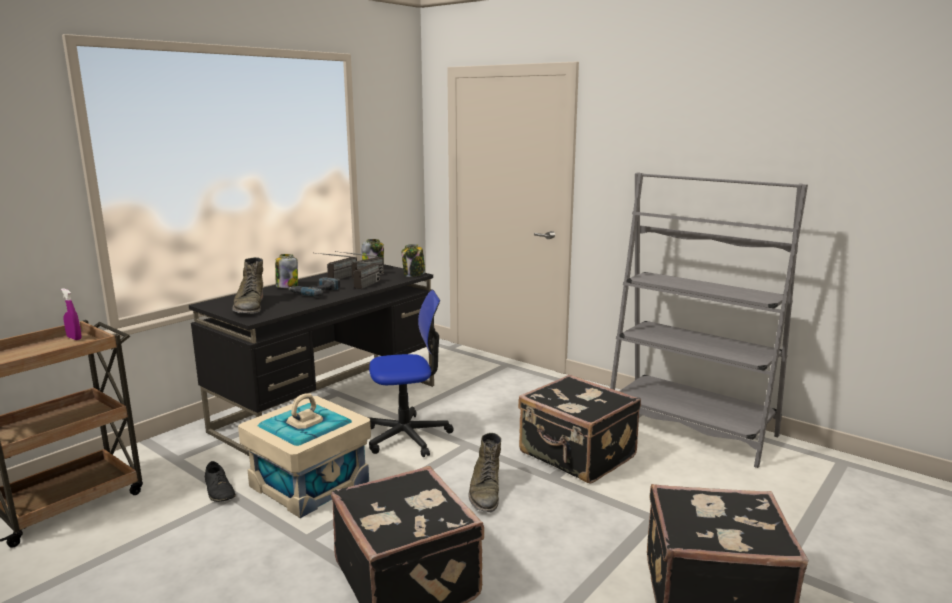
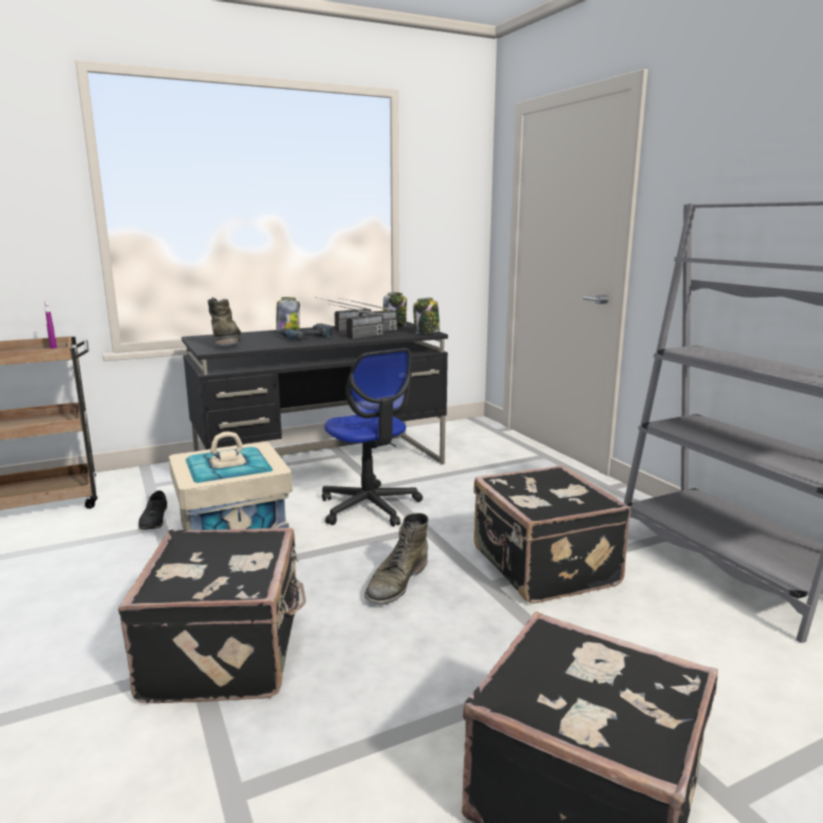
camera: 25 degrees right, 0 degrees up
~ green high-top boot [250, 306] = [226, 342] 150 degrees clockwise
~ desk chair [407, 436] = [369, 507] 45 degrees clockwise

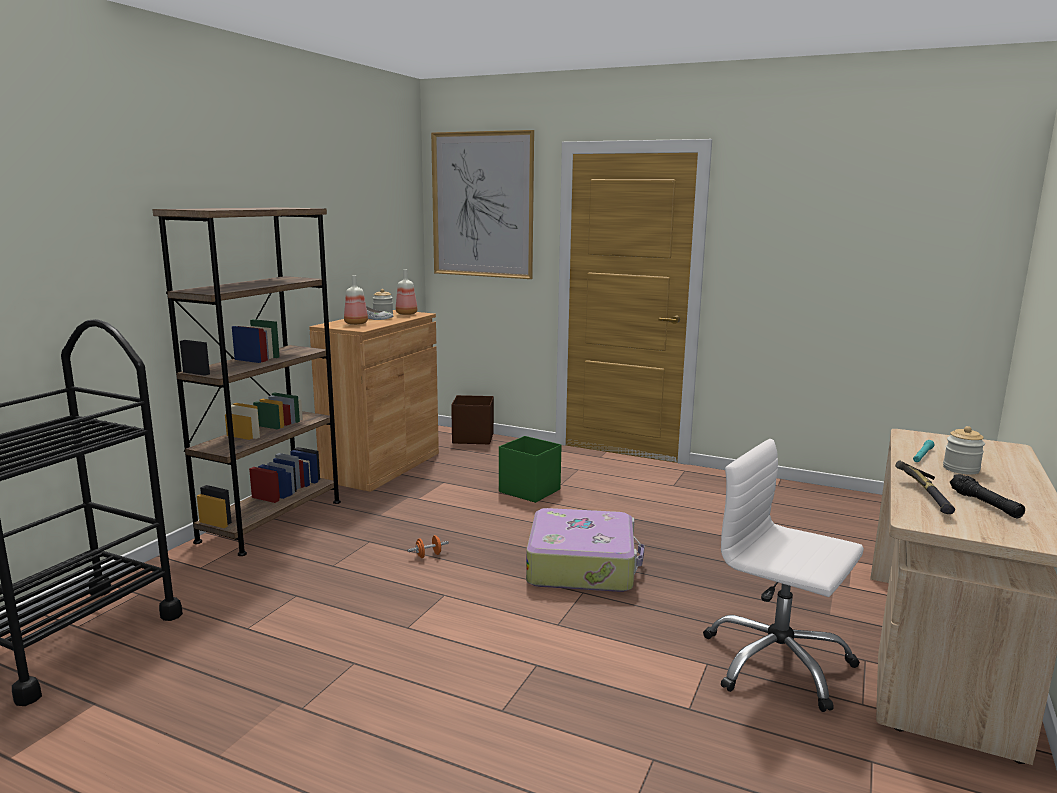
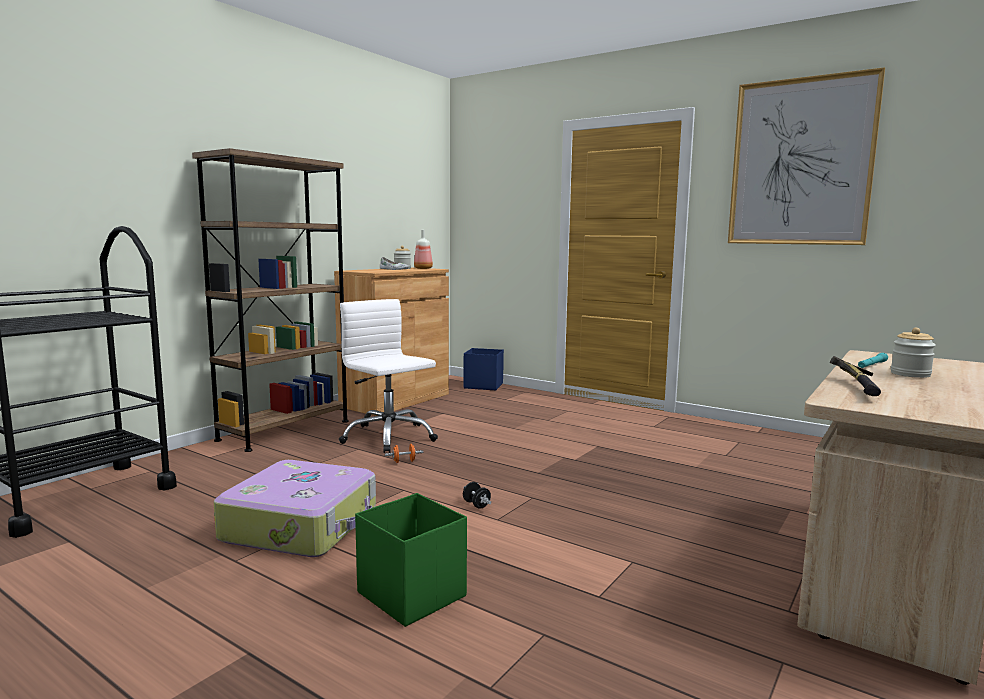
camera: 10 degrees right, 5 degrees down
- bottle [355, 323]
- black hand torch [985, 504]
+ black dumbbell [476, 505]
~ wall picture [482, 205] to [800, 162]
~ green storage box [529, 490] to [411, 594]
~ suitcase [582, 565] to [303, 525]
~ whitish desk chair [776, 663] to [388, 437]
~ brown storage box [472, 438] to blue-coloured storage box [483, 385]

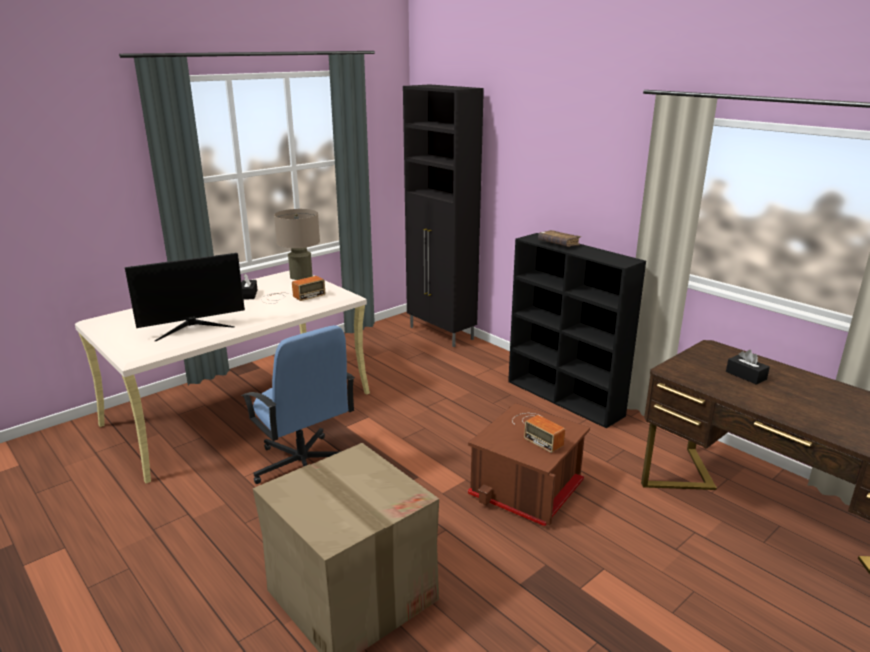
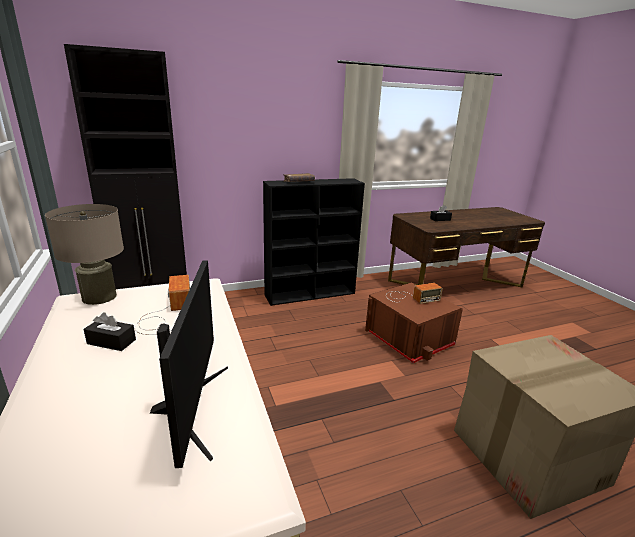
camera: 70 degrees left, 0 degrees up
- blue-coloured desk chair [302, 465]

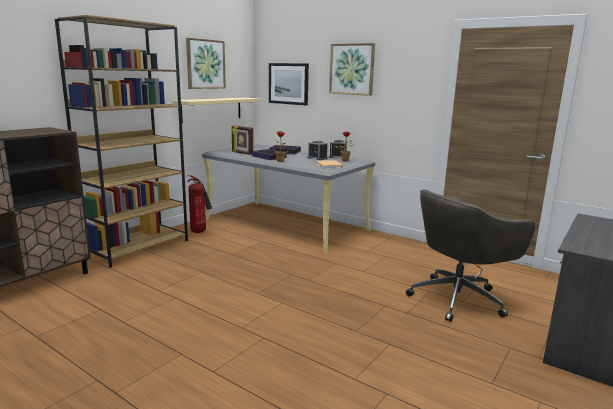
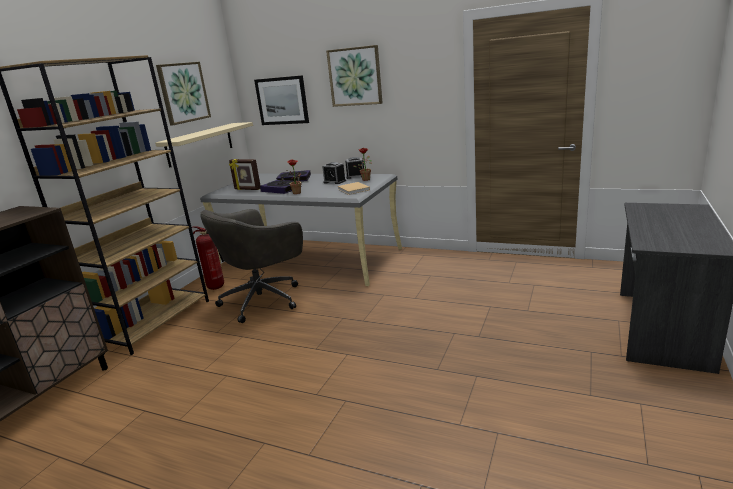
camera: 10 degrees left, 5 degrees up
~ gray desk chair [458, 298] to [263, 299]

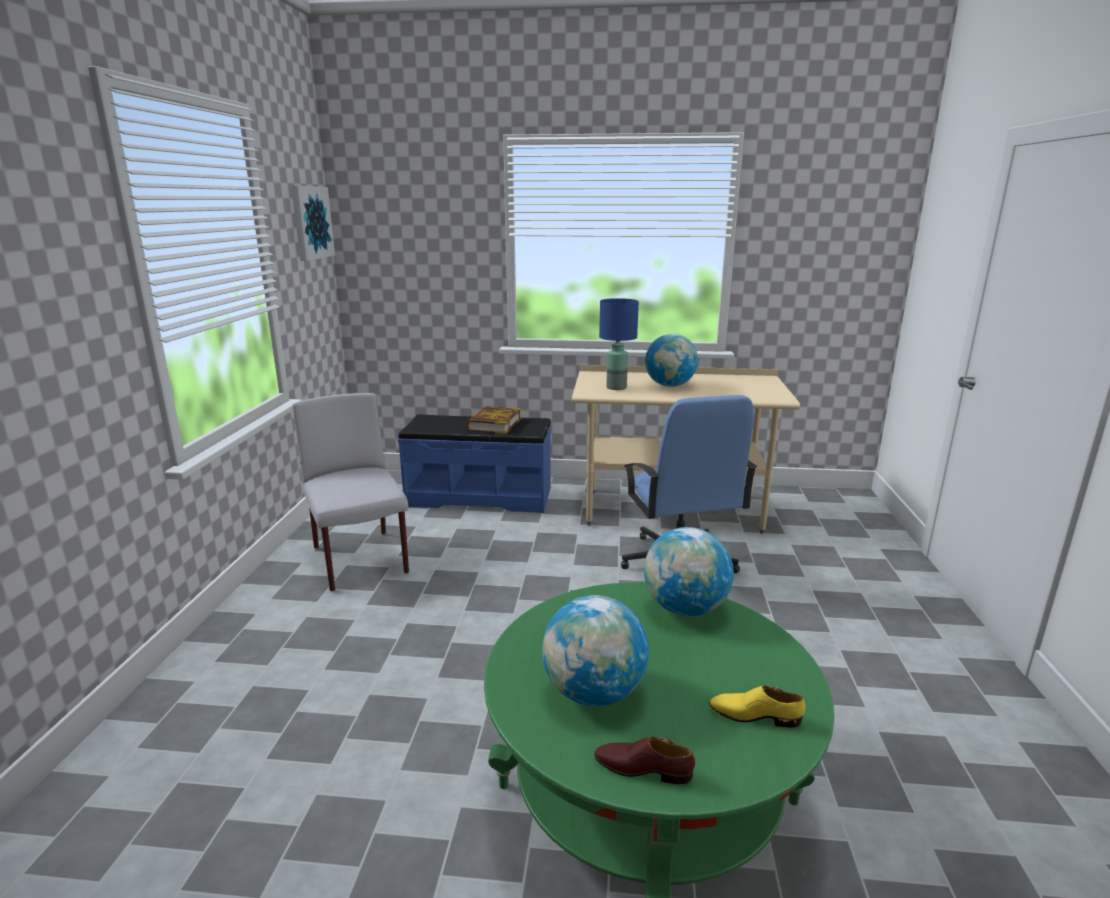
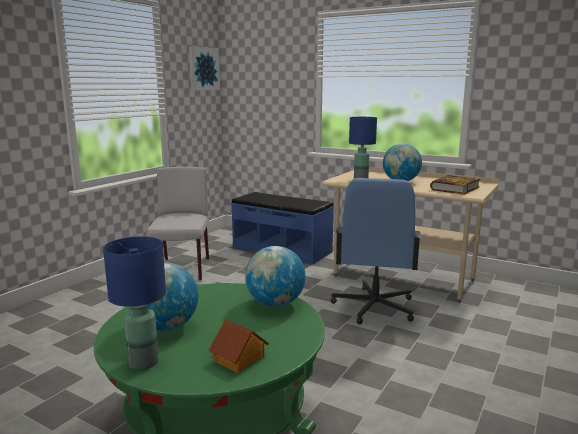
camera: 25 degrees right, 5 degrees down
~ book [494, 424] to [454, 188]
~ brown shoe [643, 768] to blue-coloured lamp for a table [143, 363]
~ yellow shoe [754, 715] to model house [239, 359]

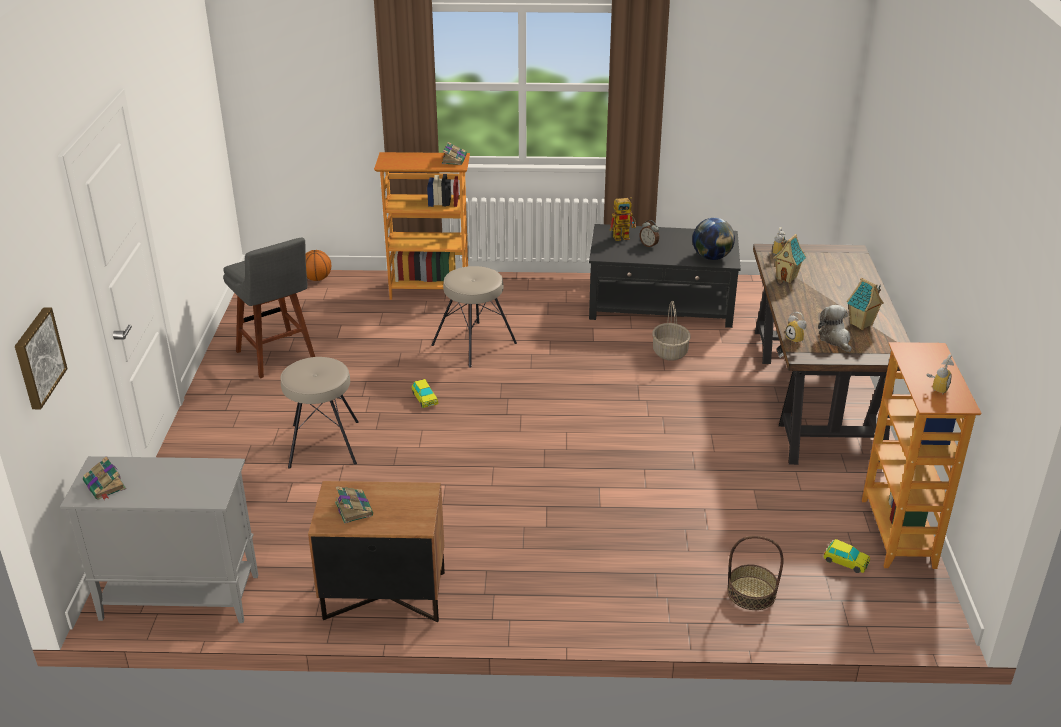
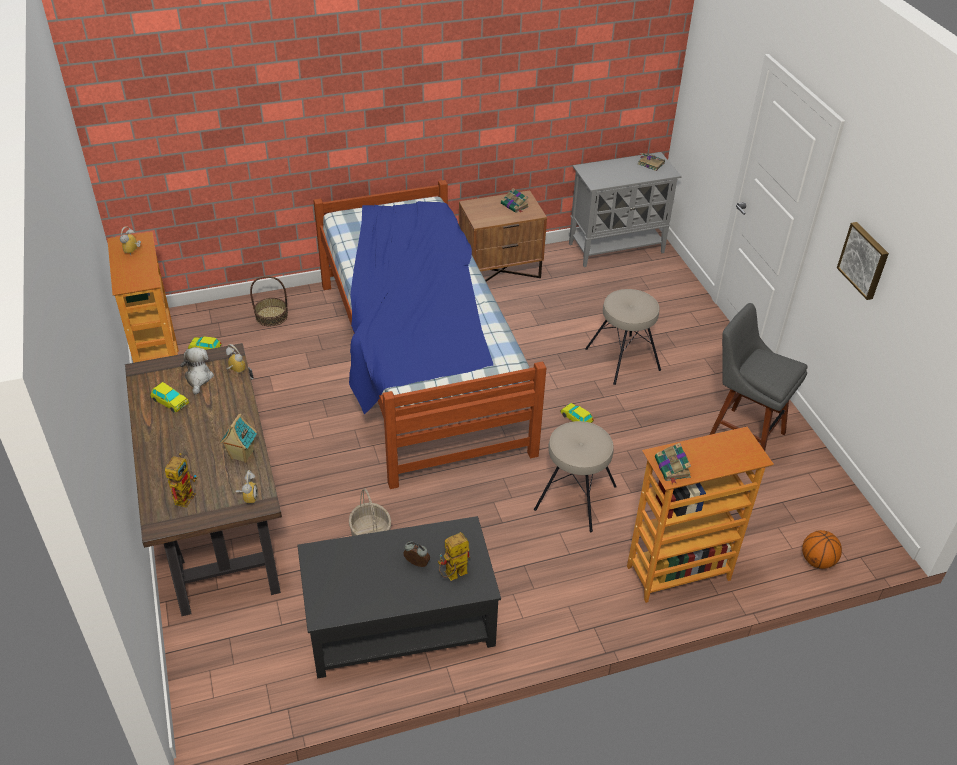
camera: 160 degrees right, 10 degrees up
- desk globe [711, 257]
+ model robot [185, 495]
+ bed [419, 364]
~ wall picture [37, 357] to [864, 260]
~ model house [861, 324] to model car [170, 402]
~ plush toy [835, 339] = [198, 378] 150 degrees counterclockwise

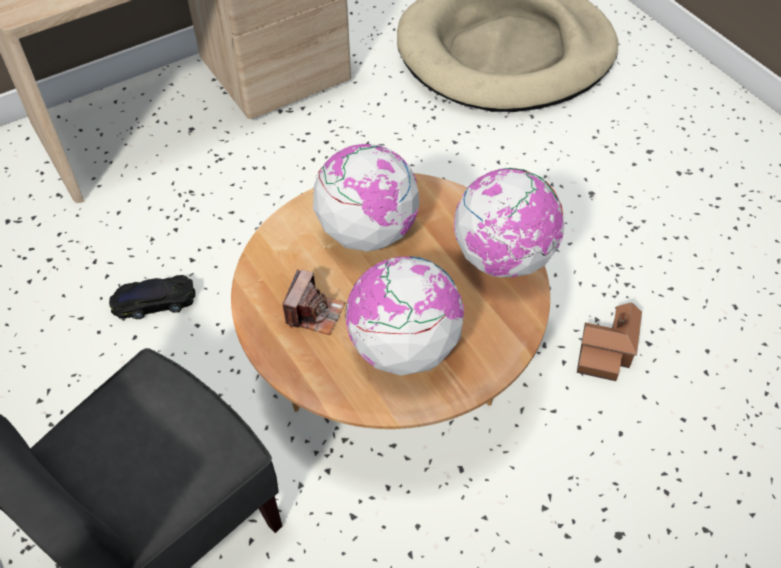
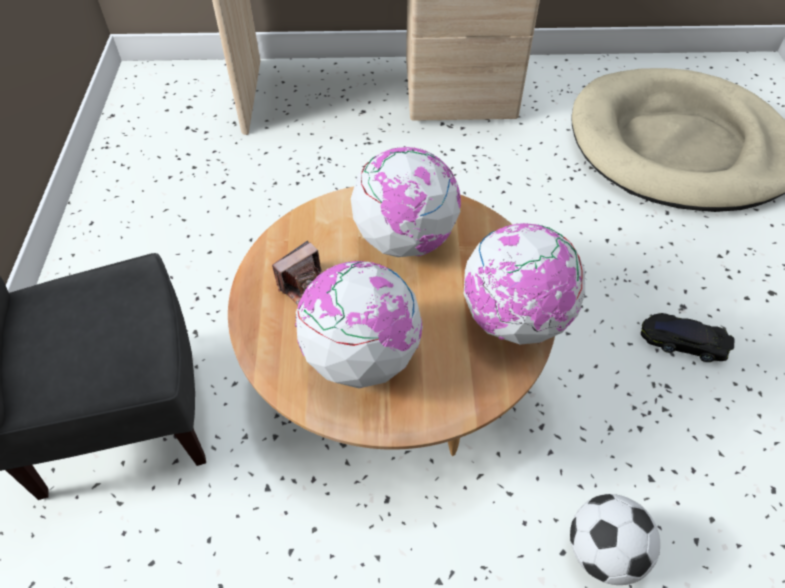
camera: 30 degrees right, 0 degrees up
- model house [607, 350]
+ football [603, 552]
~ black model car [154, 302] to [683, 341]

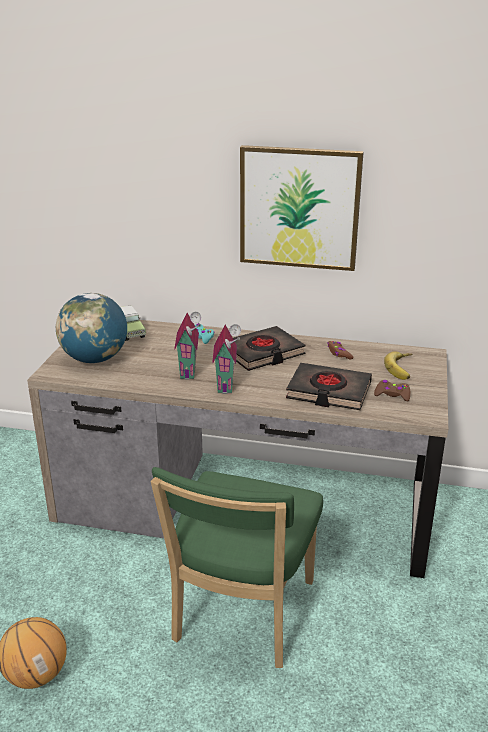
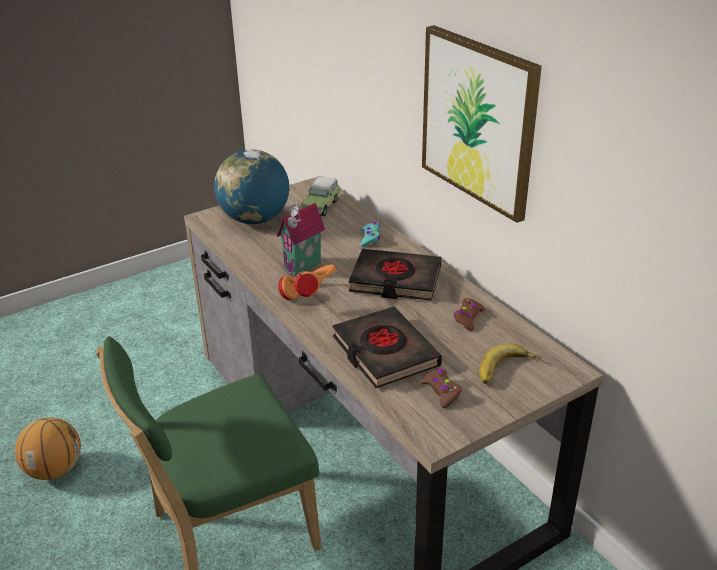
camera: 45 degrees right, 5 degrees up
~ model house [227, 385] to orange-coloured headphones [310, 296]

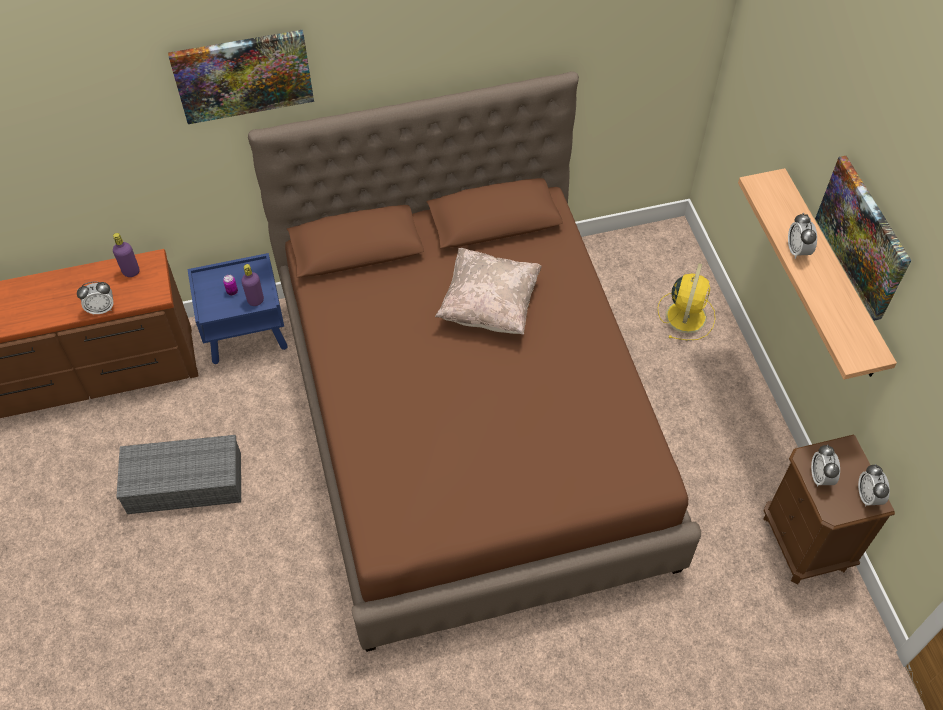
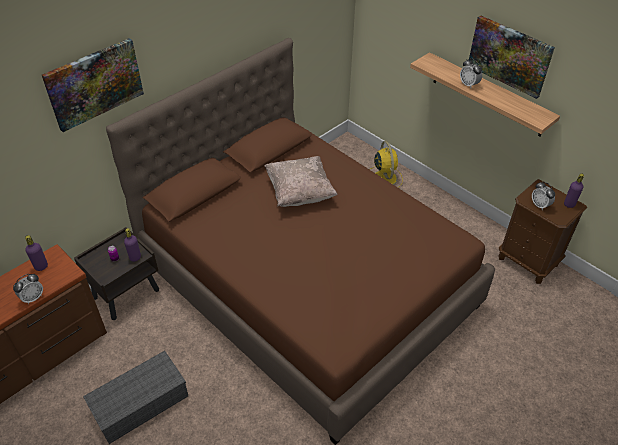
camera: 30 degrees left, 10 degrees down
~ table clock [868, 496] to purplish bottle [569, 204]
~ blue-coloured nightstand [247, 335] to brown nightstand [126, 293]

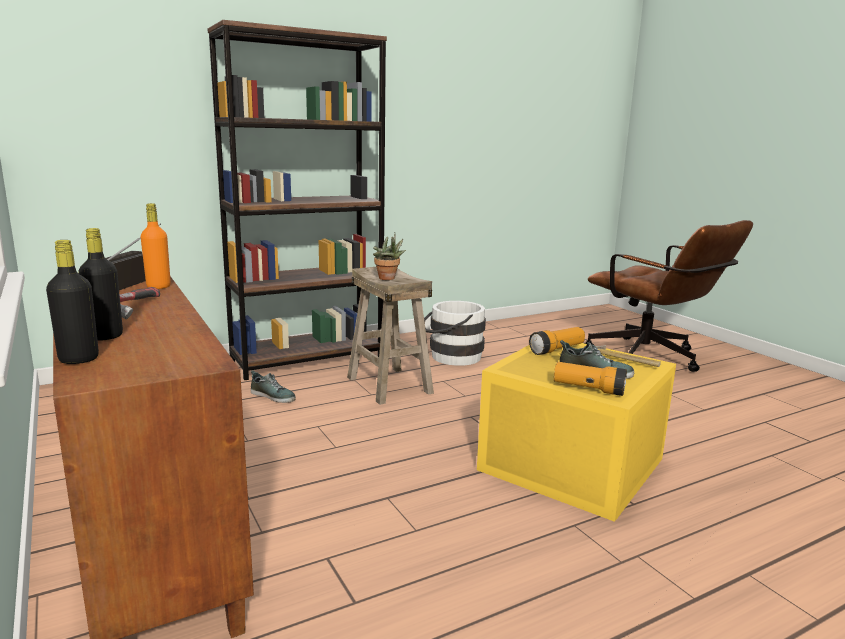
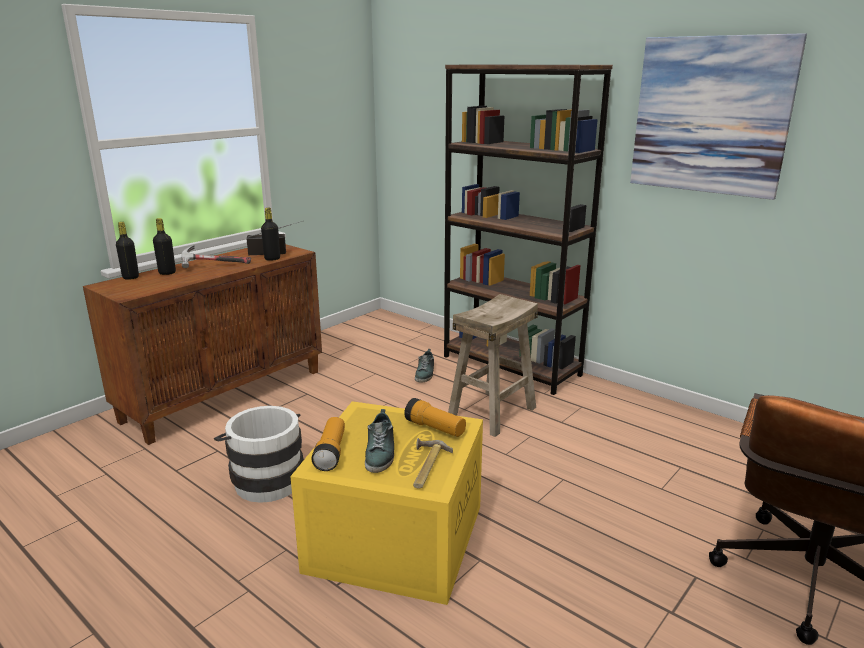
camera: 70 degrees right, 5 degrees up
- potted plant [388, 279]
+ wall picture [710, 116]
~ whitish bucket [451, 357] to [265, 479]
~ orange-coloured bottle [158, 286] to black bottle [272, 259]

